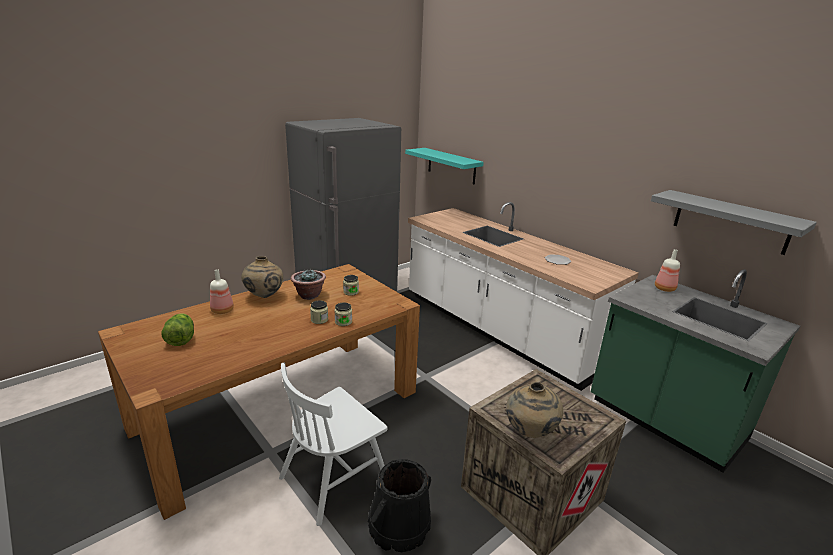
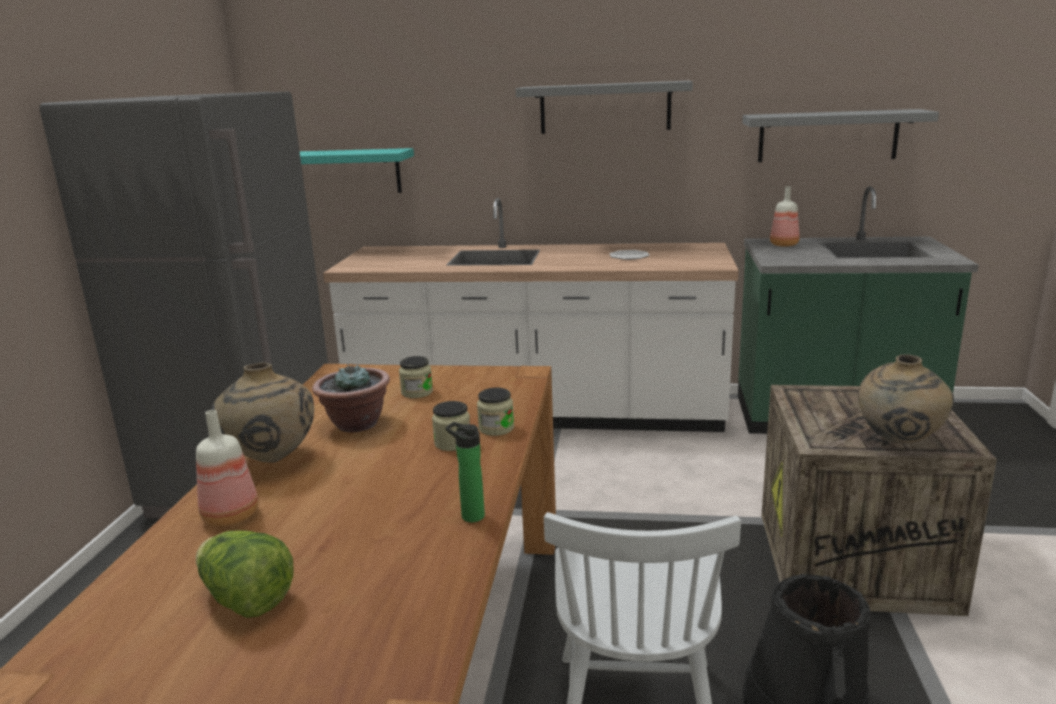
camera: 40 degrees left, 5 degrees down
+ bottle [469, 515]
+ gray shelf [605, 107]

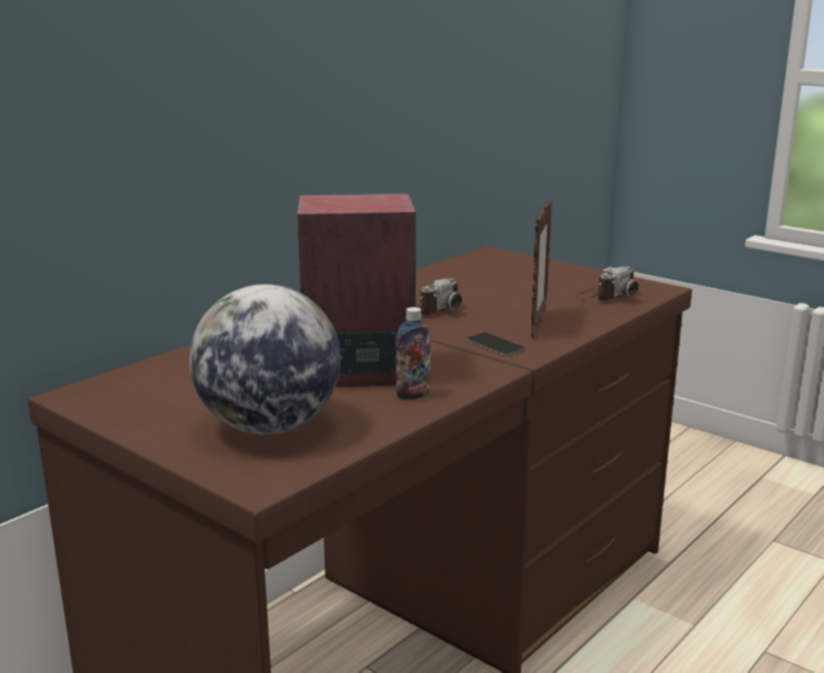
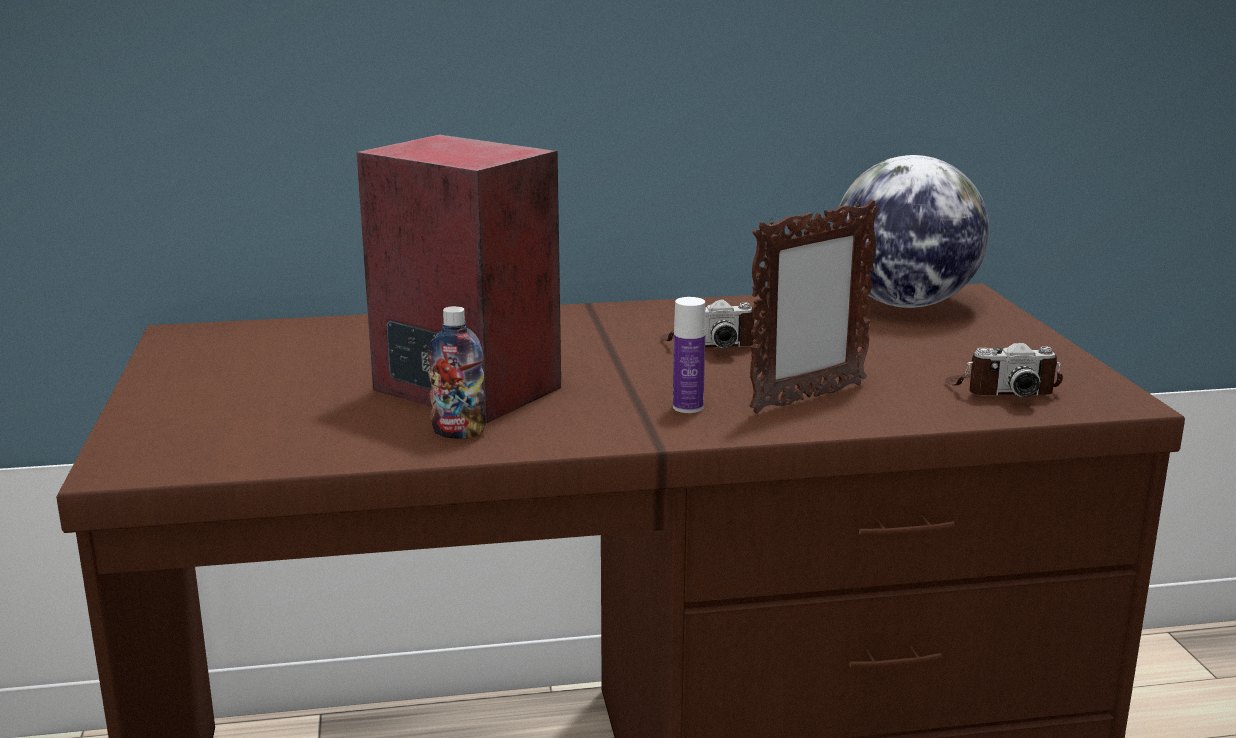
camera: 40 degrees right, 0 degrees up
~ desk globe [269, 427] to [904, 304]
~ phone [495, 345] to bottle [688, 407]

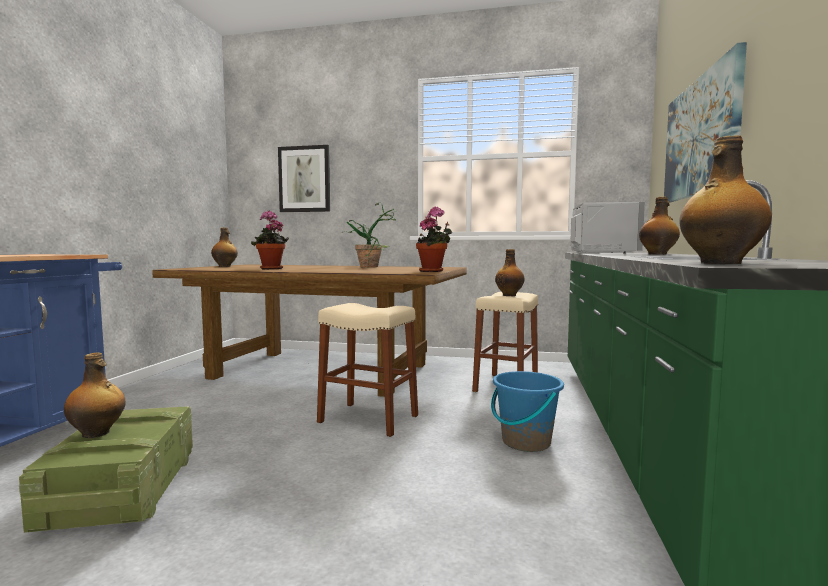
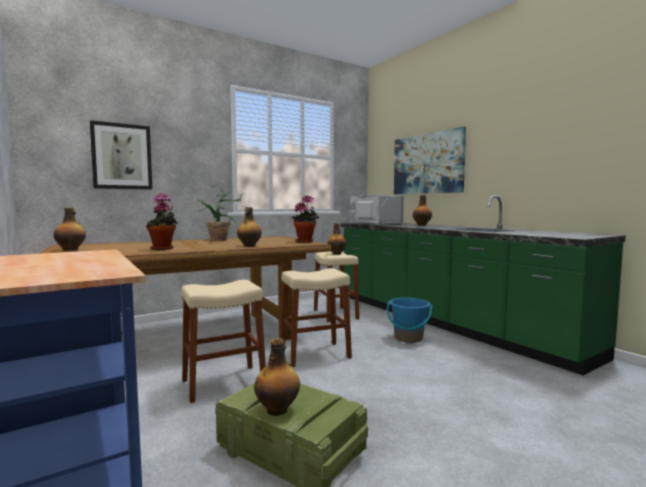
camera: 45 degrees left, 0 degrees up
+ sand-coloured stool seat [223, 383]
~ bottle [719, 263] to [249, 246]

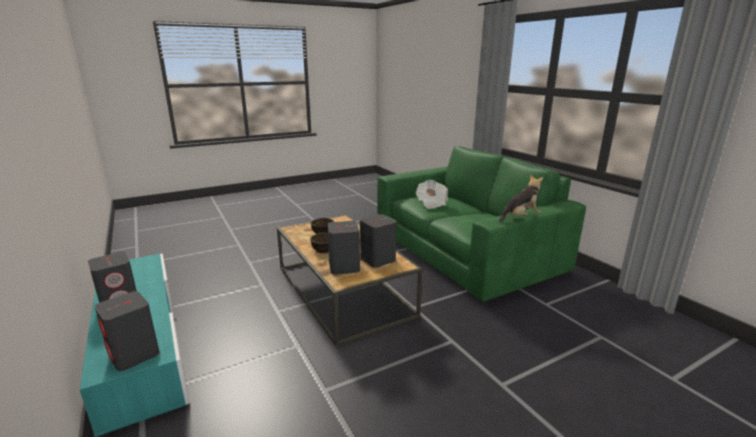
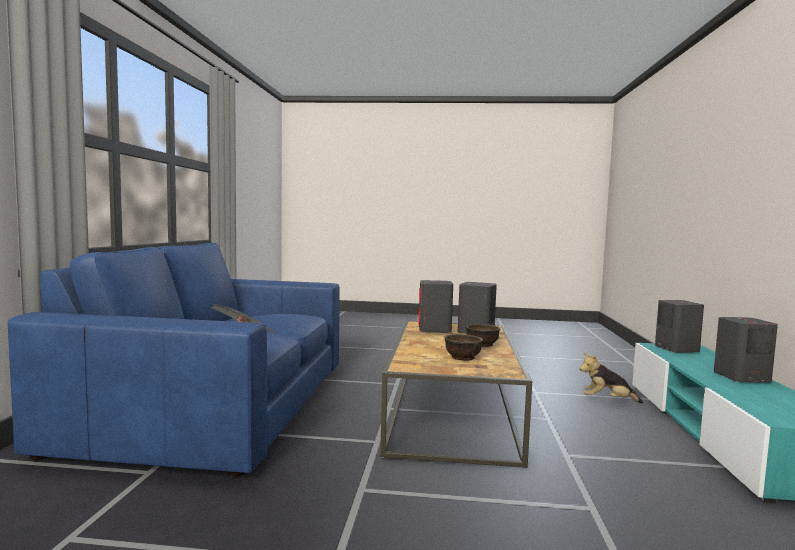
camera: 145 degrees left, 15 degrees down
~ plush toy [520, 217] to [607, 400]
~ green couch [466, 251] to blue-coloured couch [217, 404]

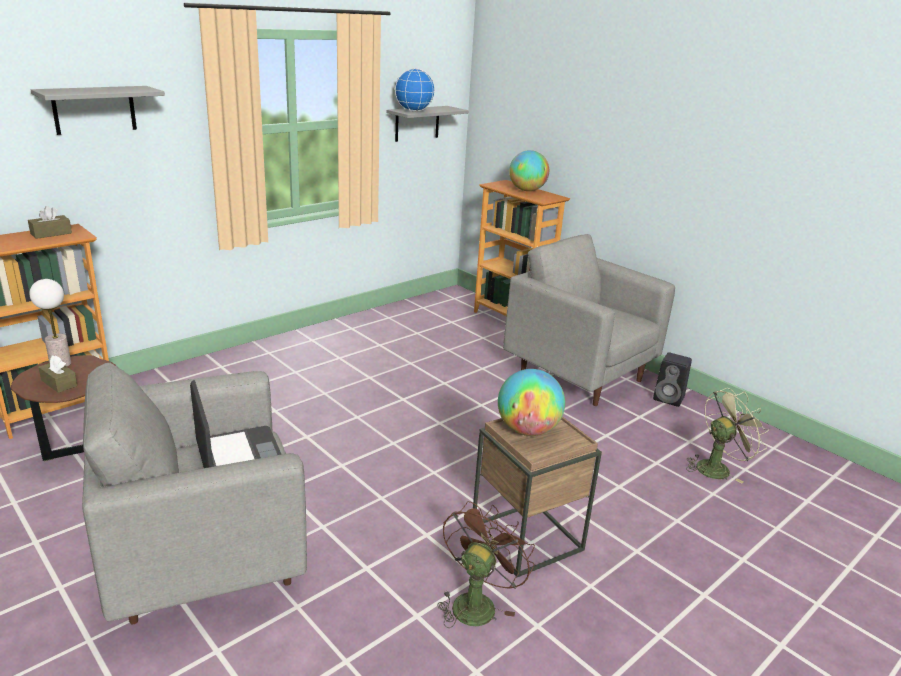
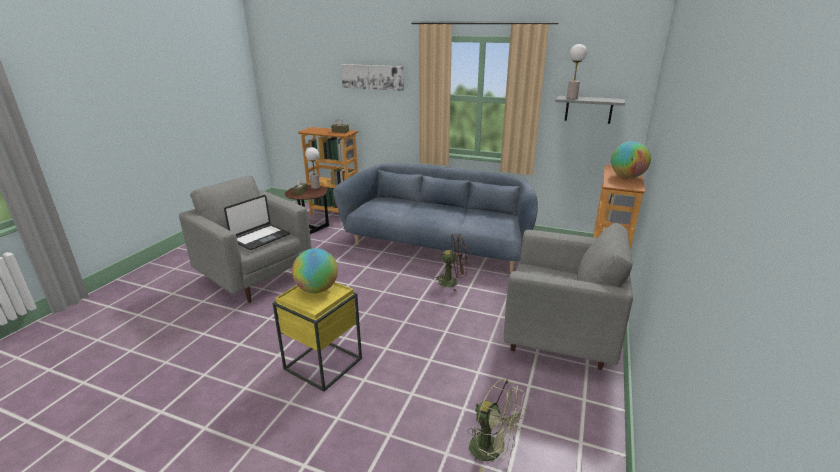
camera: 65 degrees right, 0 degrees up
- black loudspeaker [669, 398]
+ blue-coloured couch [438, 246]
~ brown cooling fan [476, 602] to [452, 282]
~ gray shelf [94, 109] to wall picture [372, 77]
~ desk globe [414, 111] to lamp for a table [572, 98]
~ brown side table [526, 538] to yellow side table [323, 364]
~ gray lounge chair [579, 374] = [559, 338] 90 degrees clockwise

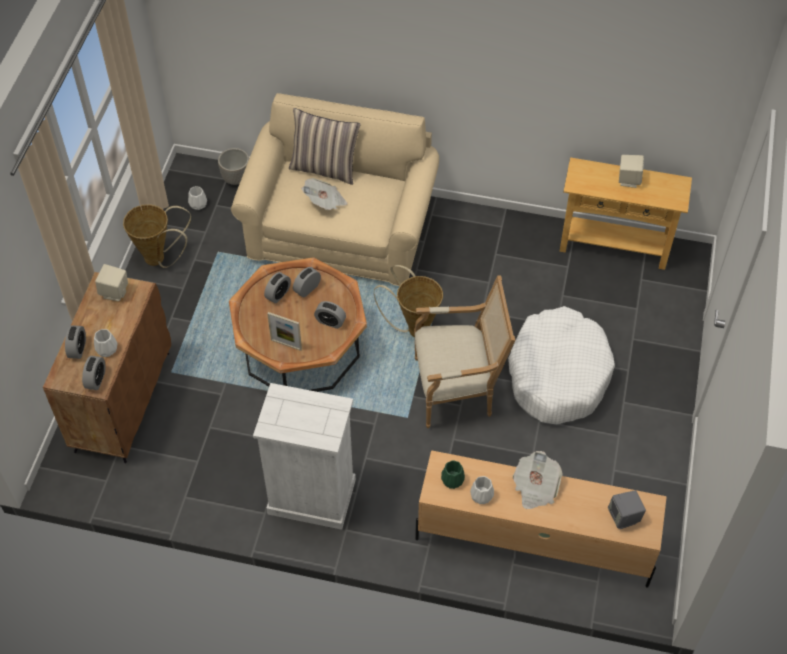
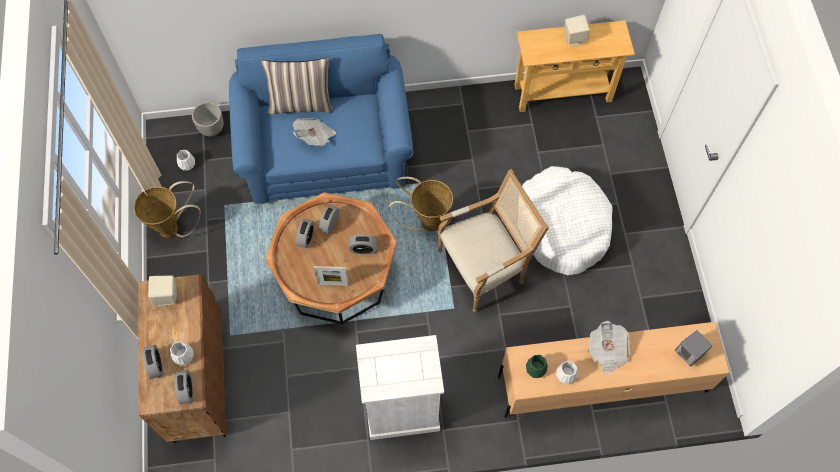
camera: 20 degrees left, 10 degrees up
~ sand-coloured couch [341, 231] to blue-coloured couch [326, 150]

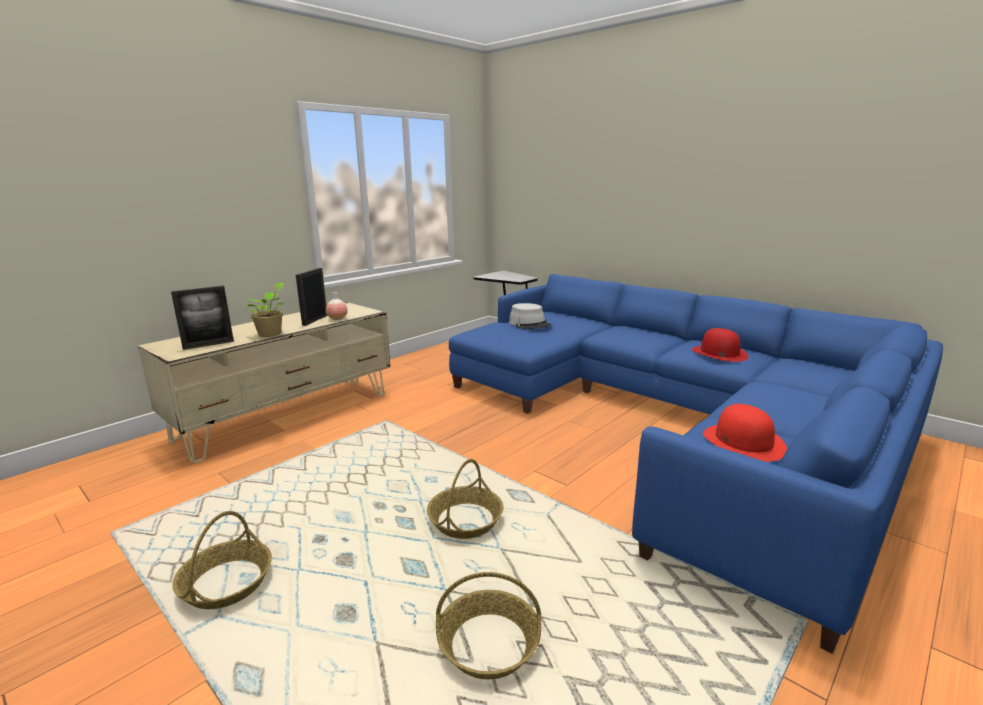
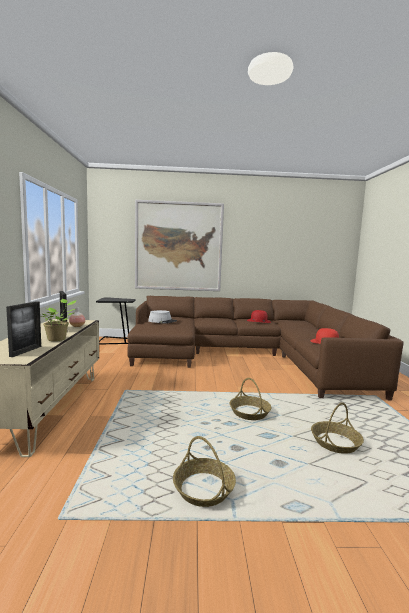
camera: 45 degrees left, 10 degrees down
+ wall picture [179, 246]
~ blue-coloured couch [673, 422] to brown couch [249, 356]

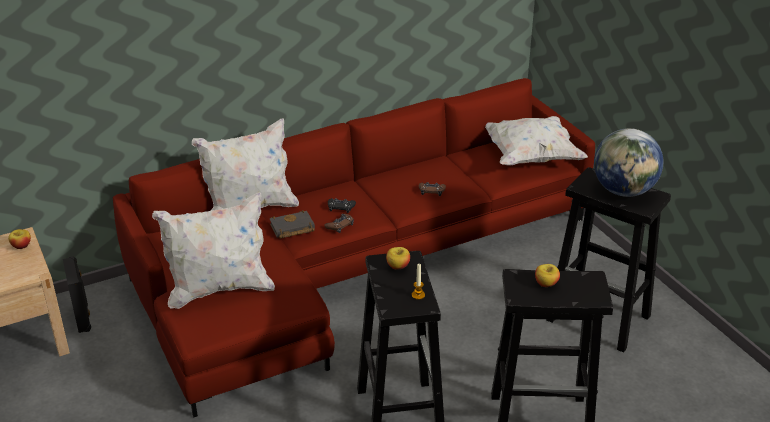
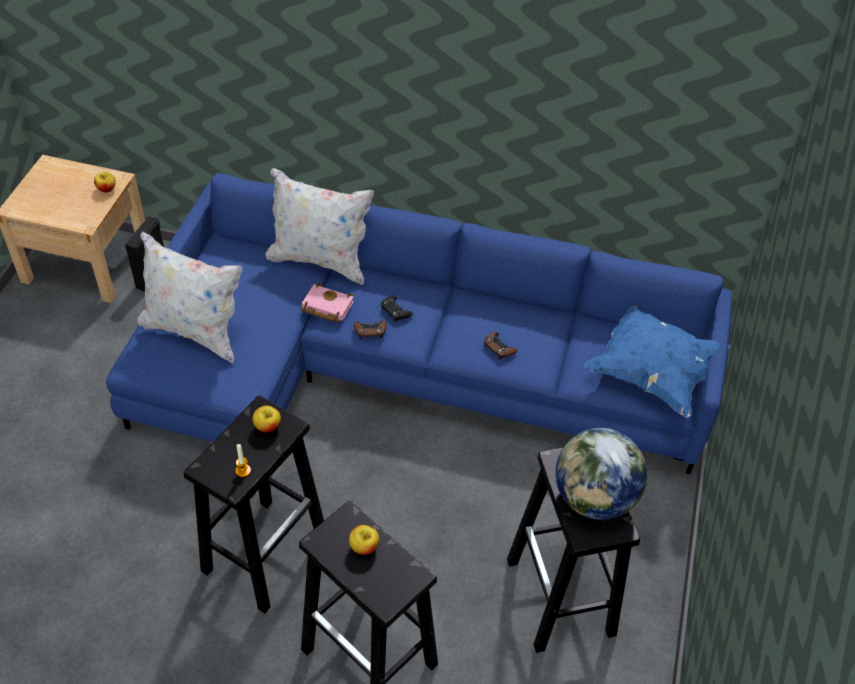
camera: 40 degrees right, 15 degrees up
~ reddish couch [350, 266] to blue-coloured couch [404, 369]
~ black book [291, 229] to pinkish book [325, 307]
~ whitish cushion [530, 157] to blue-coloured cushion [651, 373]

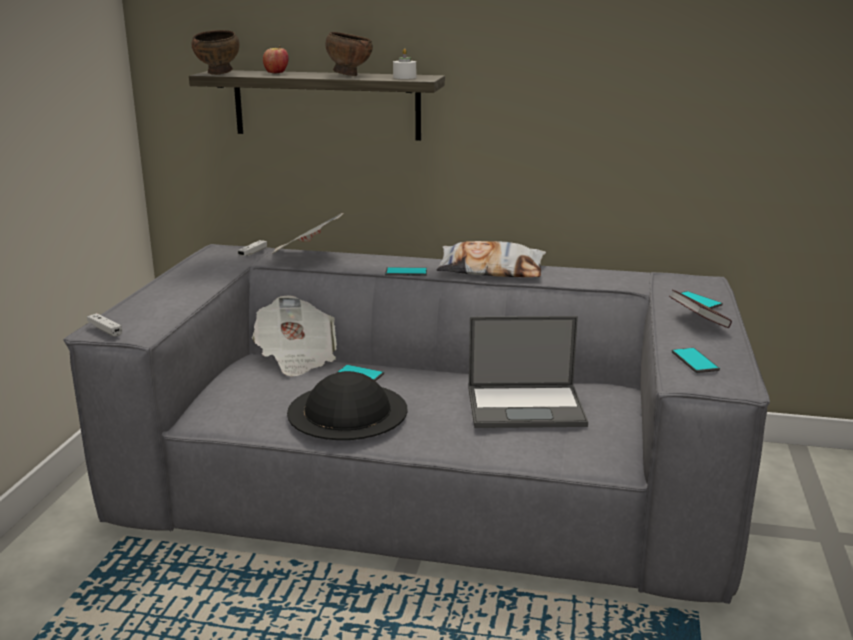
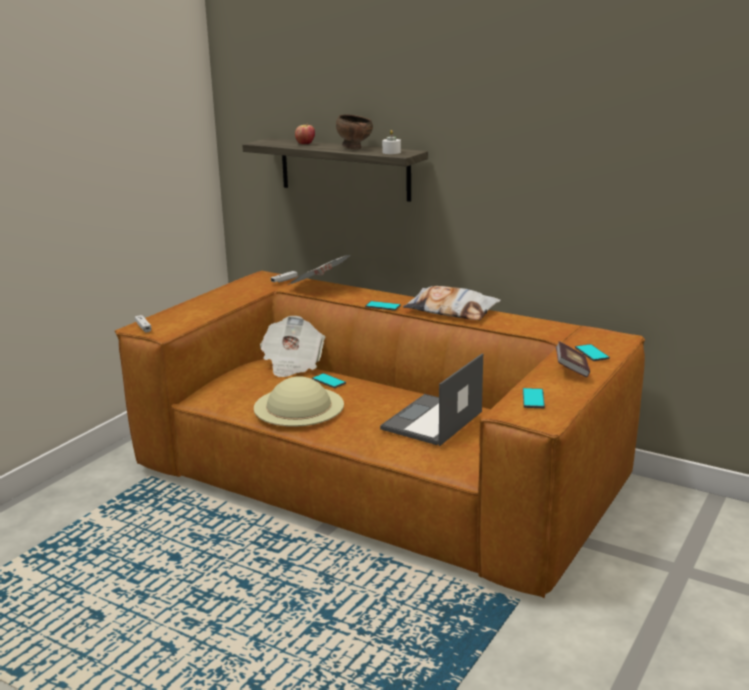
camera: 20 degrees right, 0 degrees up
- brown deep dish [219, 73]
~ gray couch [427, 485] to brown couch [377, 476]
~ black clothing hat [347, 410] to sand-coloured clothing hat [299, 406]
~ notebook computer [527, 406] = [432, 421] 105 degrees clockwise

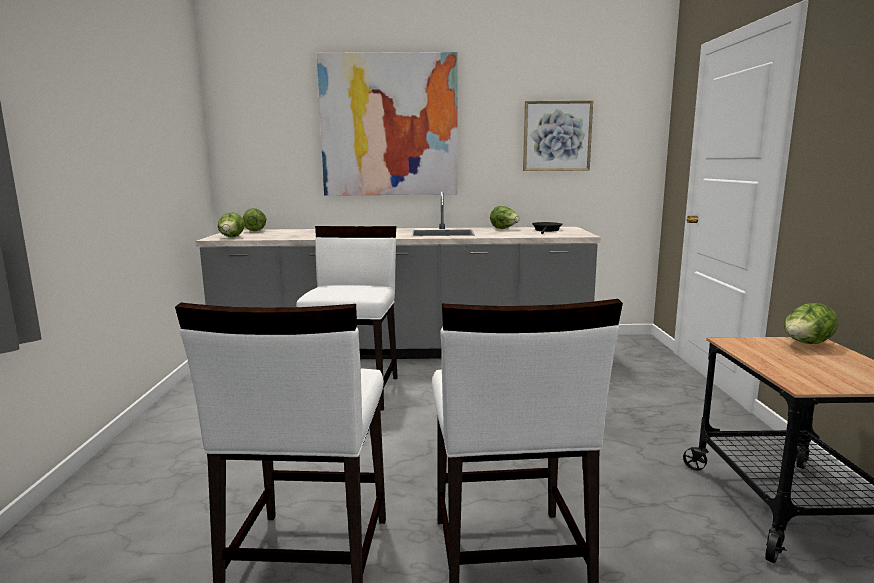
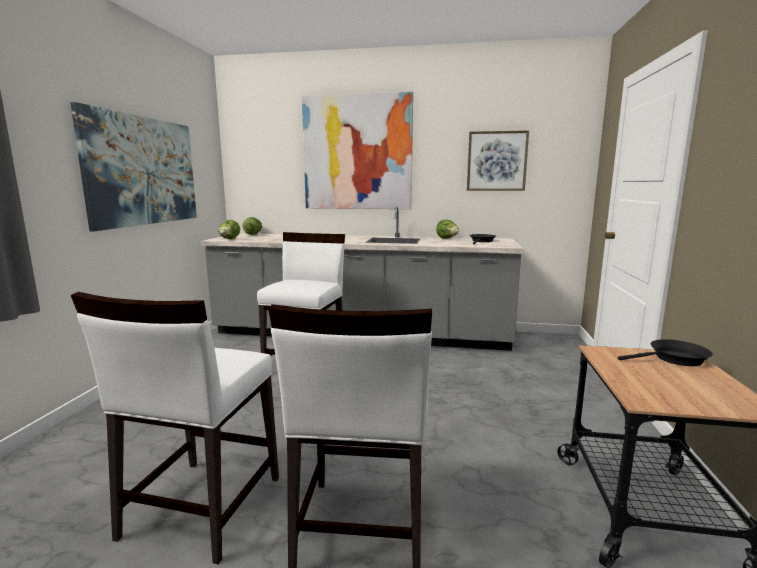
camera: 10 degrees right, 0 degrees up
+ wall picture [143, 171]
~ lettuce [806, 344] to black pan [674, 359]

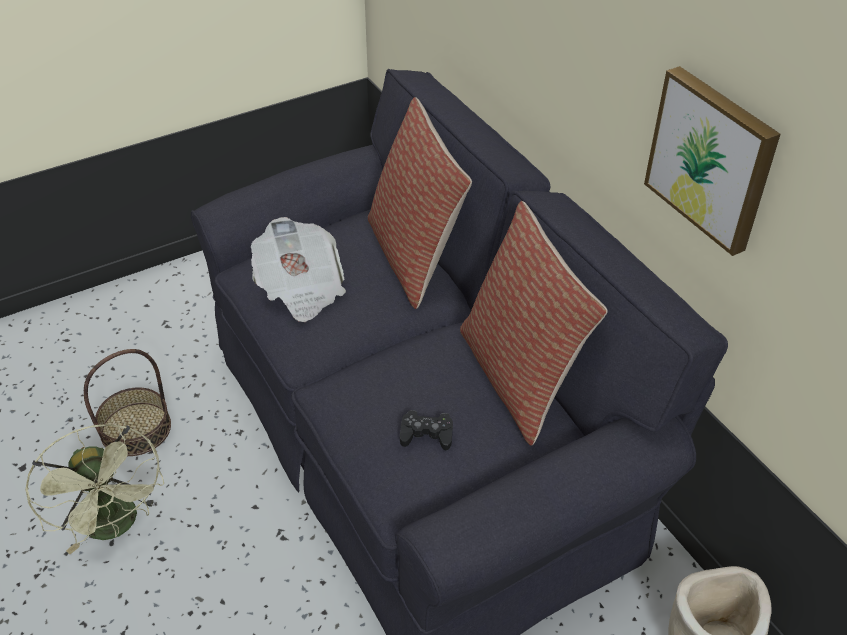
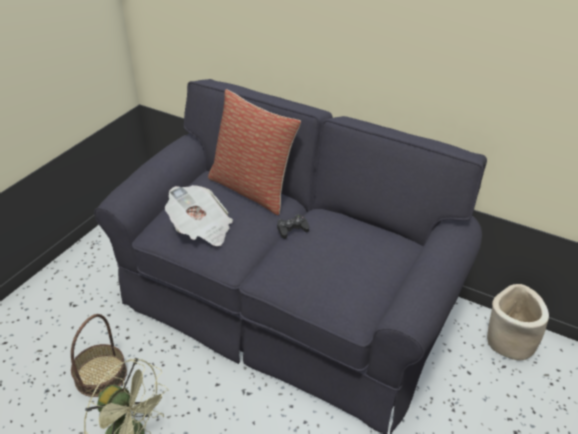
camera: 30 degrees left, 5 degrees down
- cushion [519, 377]
- wall picture [712, 158]
~ black joypad [426, 434] to [292, 229]

